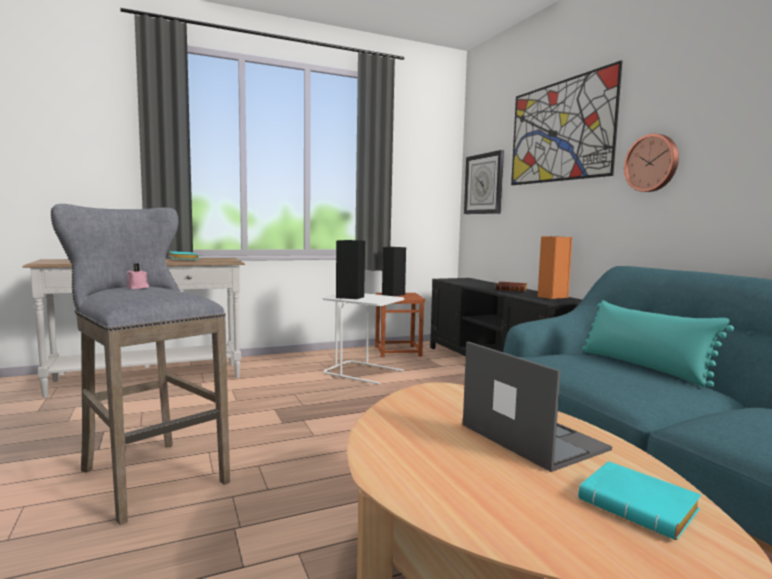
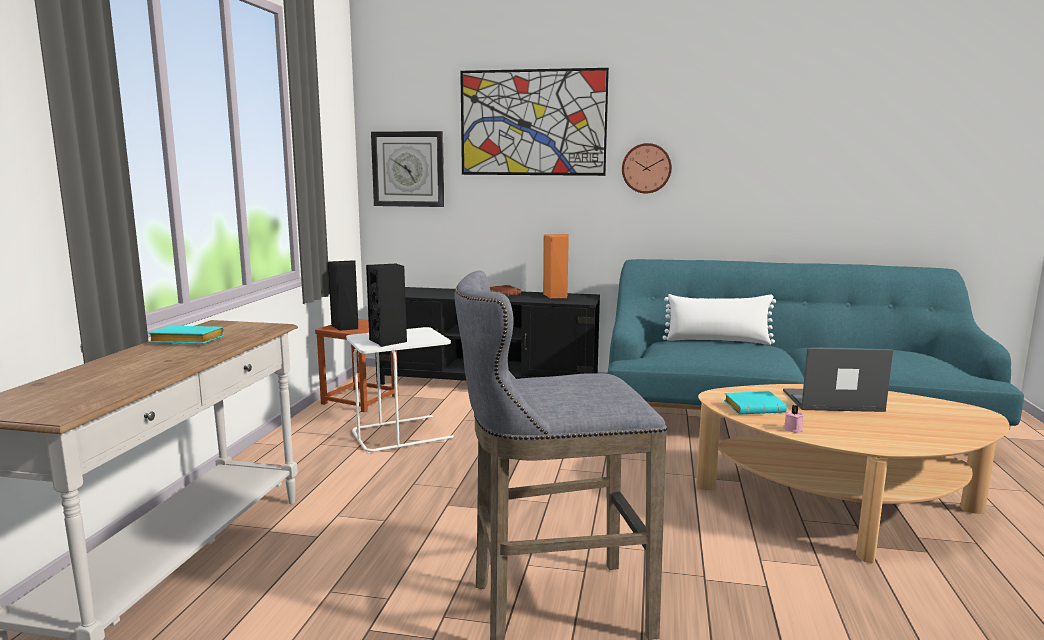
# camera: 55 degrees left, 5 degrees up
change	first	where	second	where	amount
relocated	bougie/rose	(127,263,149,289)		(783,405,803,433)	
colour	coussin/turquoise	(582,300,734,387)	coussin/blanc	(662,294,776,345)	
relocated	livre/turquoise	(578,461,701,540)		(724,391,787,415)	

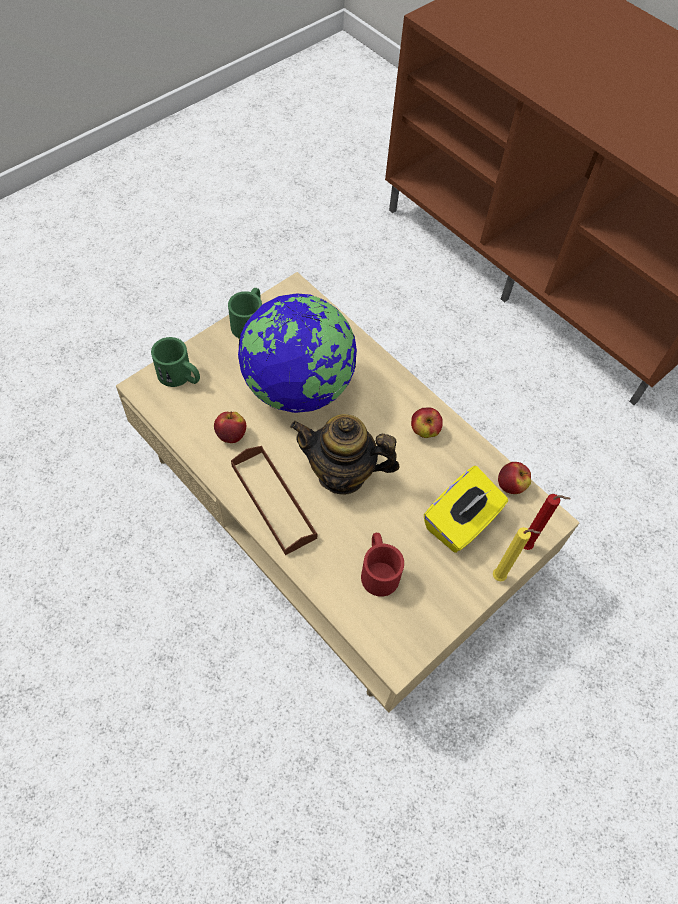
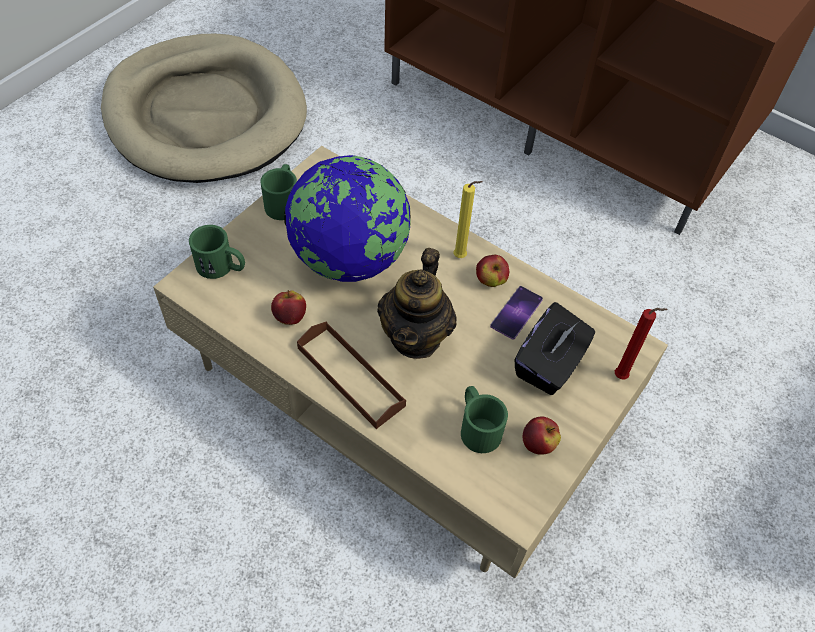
# camera: 10 degrees left, 5 degrees down
change	first	where	second	where	amount
spun	théière	(290,414,400,495)		(377,248,457,359)	75 degrees counterclockwise
relocated	pomme	(498,462,531,494)		(523,417,561,455)	
colour	boîte à mouchoirs/jaune	(424,466,508,553)	boîte à mouchoirs/noir	(515,302,595,395)	
relocated	bougie/jaune	(493,527,541,582)		(454,181,483,258)	
colour	mug/rouge	(361,533,404,597)	mug/vert	(461,386,508,453)	
appeared			panier pour chien/beige	(101,34,307,183)	
appeared			téléphone	(490,286,543,340)	

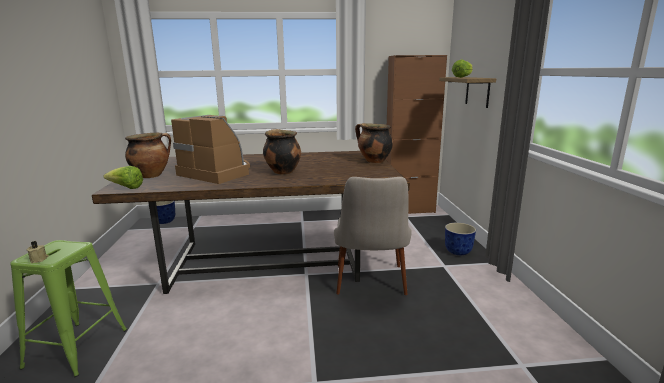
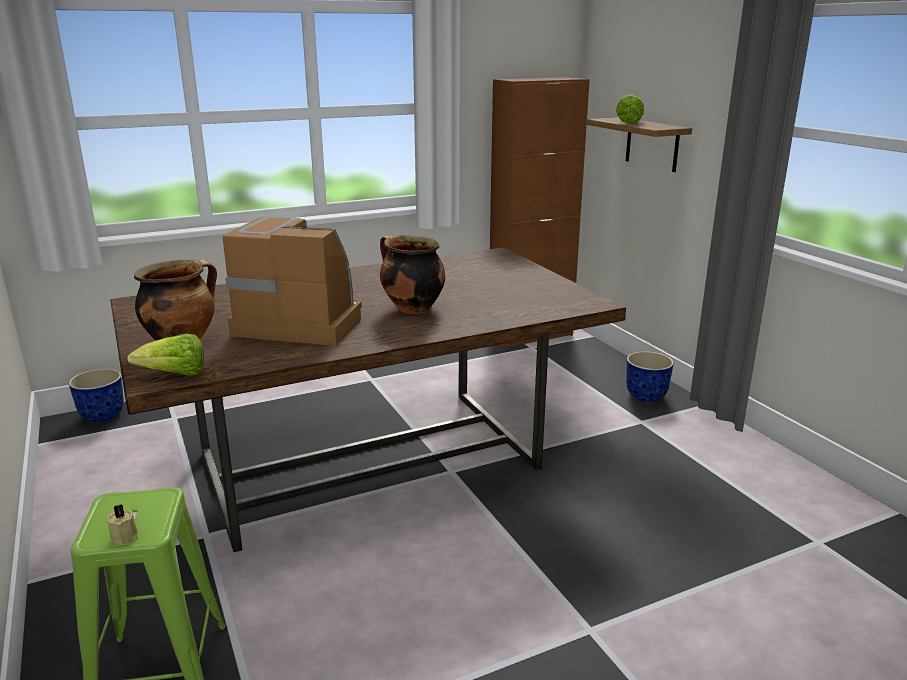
# camera: 20 degrees left, 5 degrees up
change	first	where	second	where	amount
missing	marmite	(355,123,393,163)			
missing	chaise/beige	(334,177,412,295)			

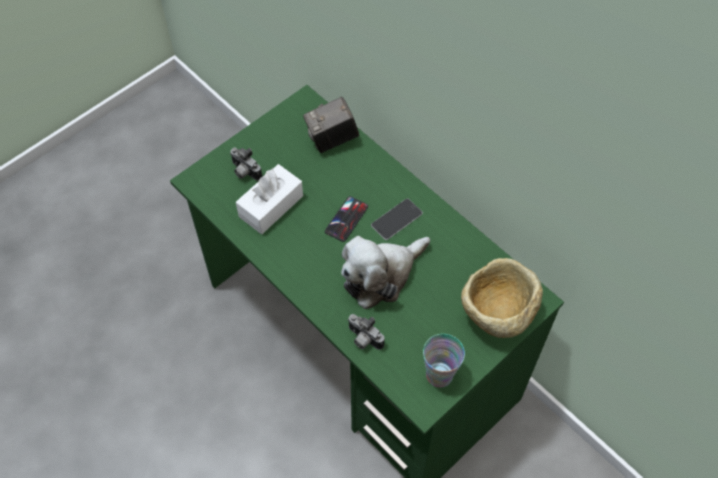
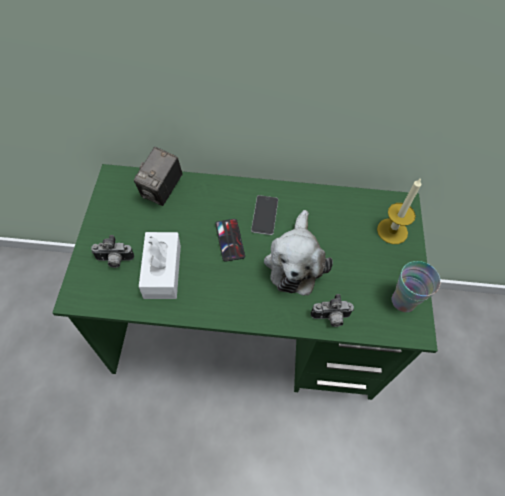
# camera: 45 degrees left, 0 degrees up
change	first	where	second	where	amount
exchanged	bol/beige	(461,258,543,338)	bougie	(377,178,421,244)	

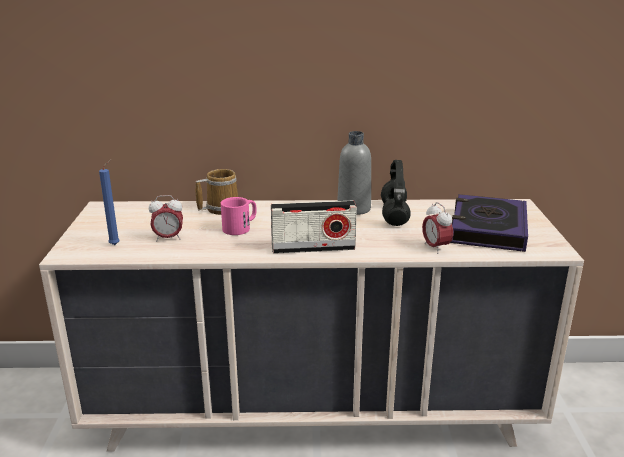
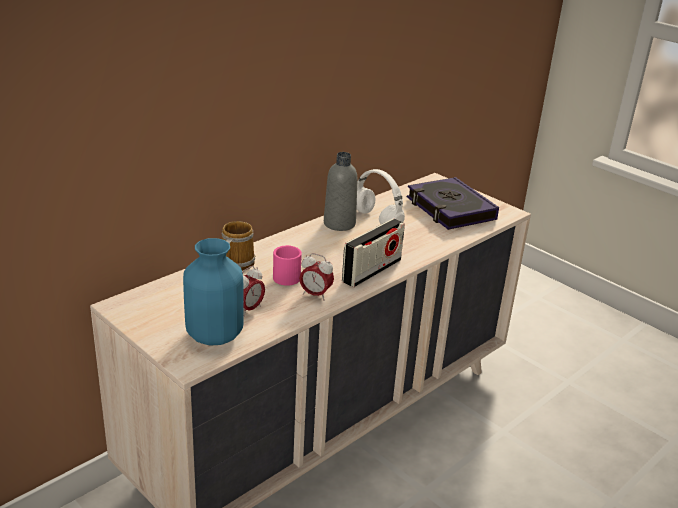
# camera: 45 degrees left, 5 degrees up
change	first	where	second	where	amount
exchanged	bougie/bleu	(99,159,120,245)	vase/bleu	(183,238,244,345)	
colour	casque audio/noir	(381,160,411,226)	casque audio/blanc	(357,169,405,224)	
relocated	réveil	(422,202,453,254)		(299,253,334,301)	

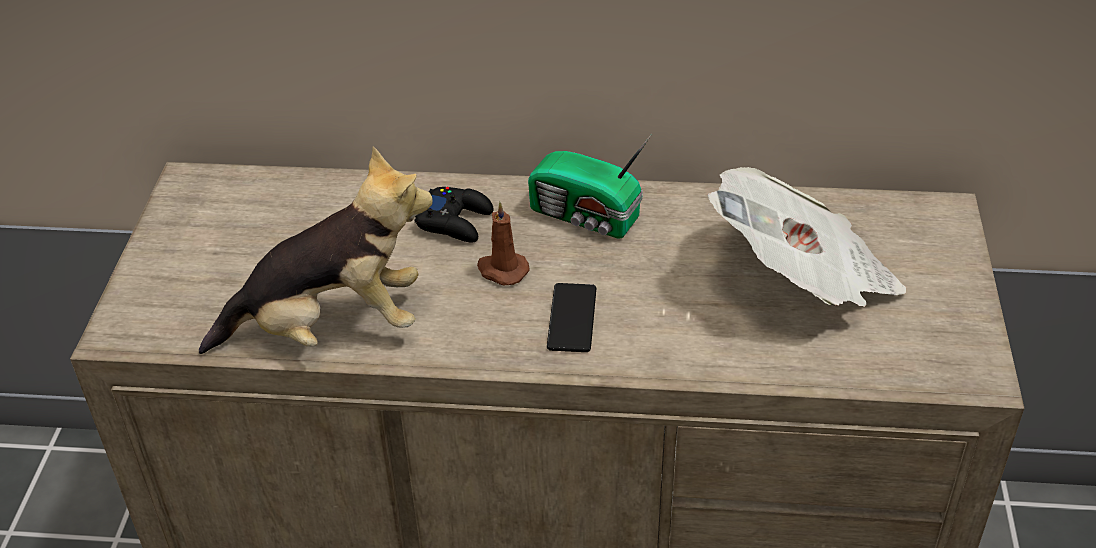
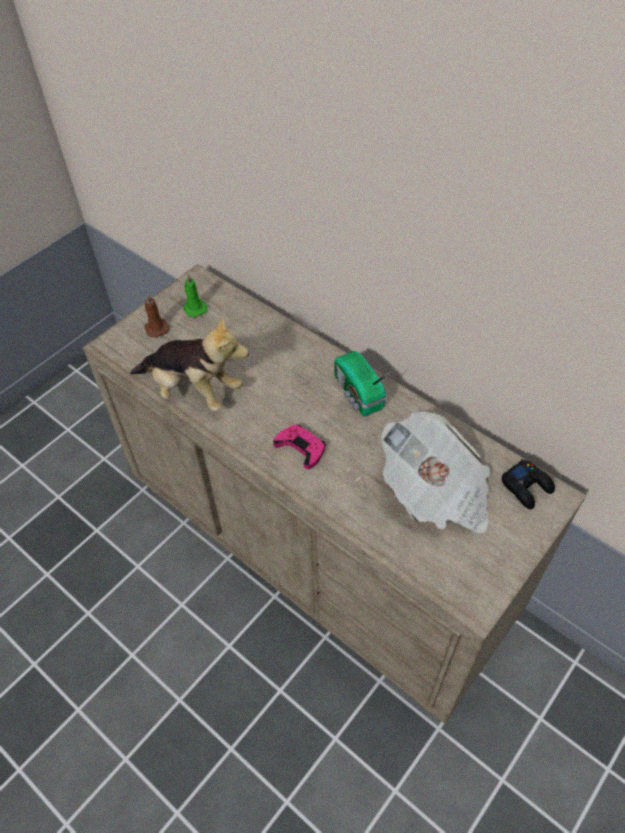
# camera: 35 degrees right, 10 degrees up
change	first	where	second	where	amount
relocated	manette/noir	(415,187,493,243)		(502,459,555,509)	
relocated	bougie/marron	(477,202,529,285)		(145,295,170,337)	
exchanged	téléphone	(547,283,596,352)	manette/rose	(273,424,326,469)	
appeared			bougie/vert	(183,274,208,317)	

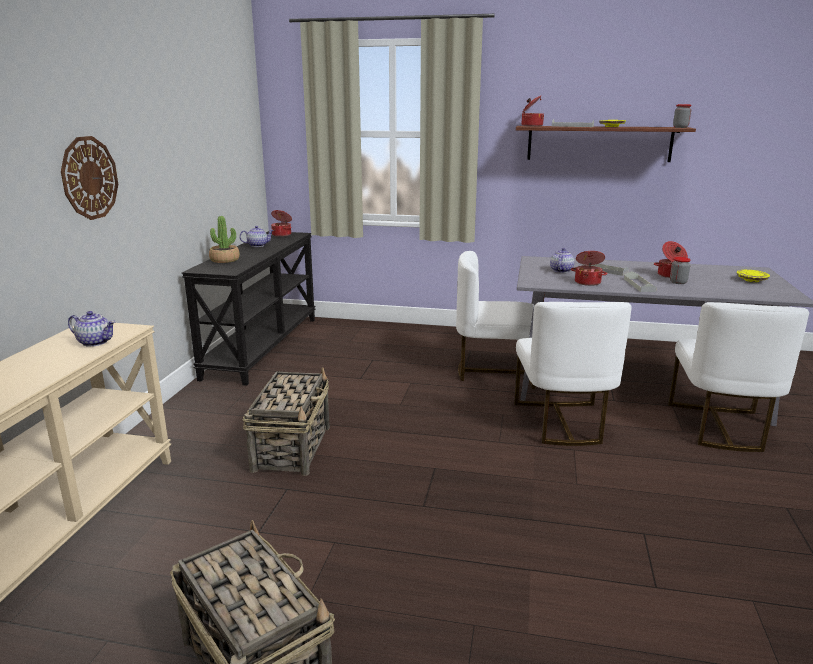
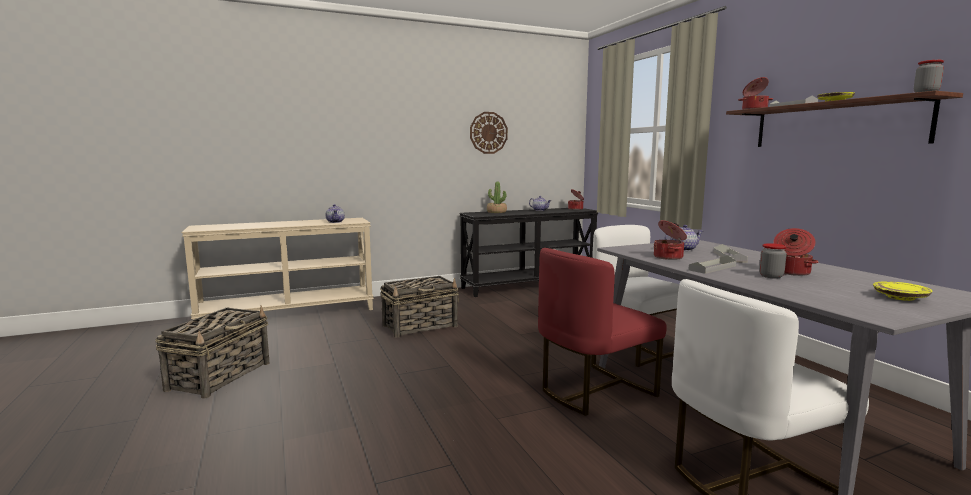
# camera: 55 degrees right, 10 degrees down
change	first	where	second	where	amount
relocated	horloge murale	(61,136,118,220)		(470,112,508,154)	
colour	chaise/blanc	(514,302,632,446)	chaise/rouge	(538,248,667,416)	

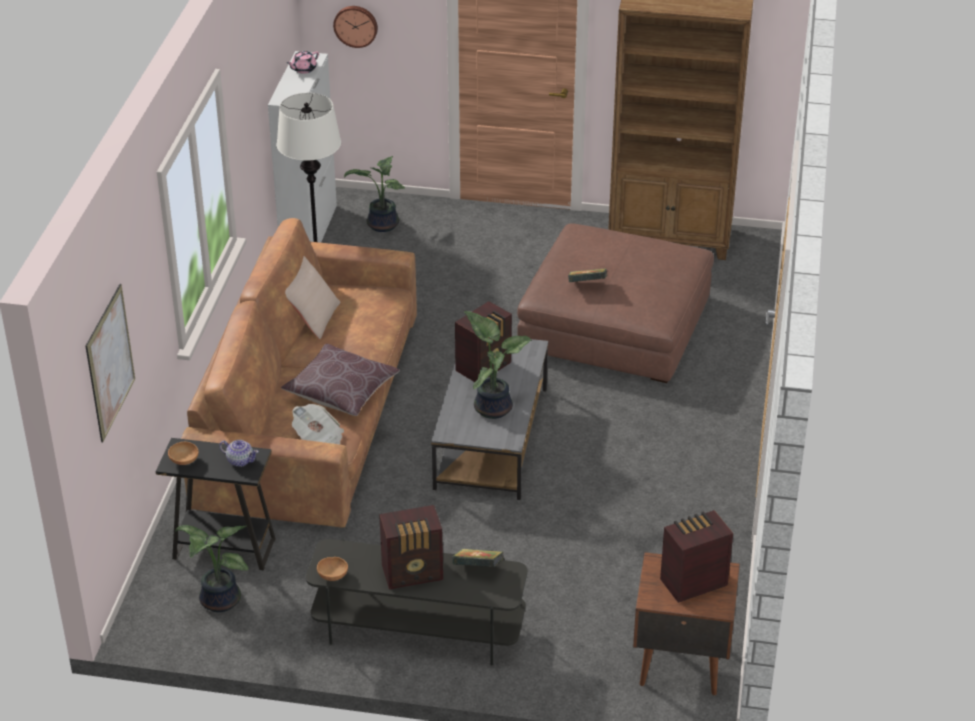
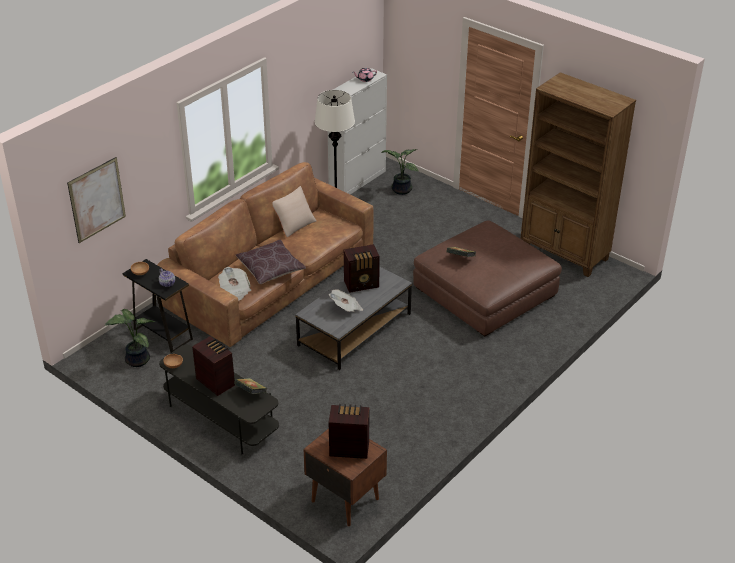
# camera: 30 degrees right, 0 degrees up
change	first	where	second	where	amount
missing	horloge murale	(333,6,378,48)			
exchanged	plante en pot	(464,311,532,419)	journal	(329,289,363,312)	
spun	radio	(379,505,443,589)		(192,336,235,396)	150 degrees counterclockwise

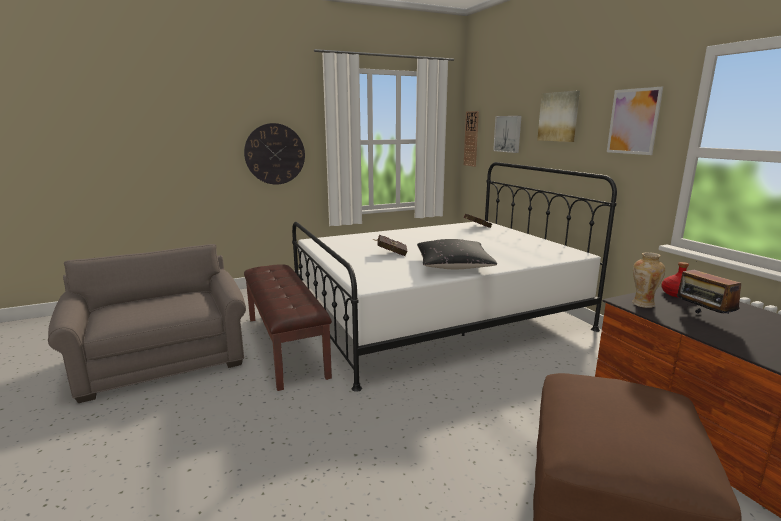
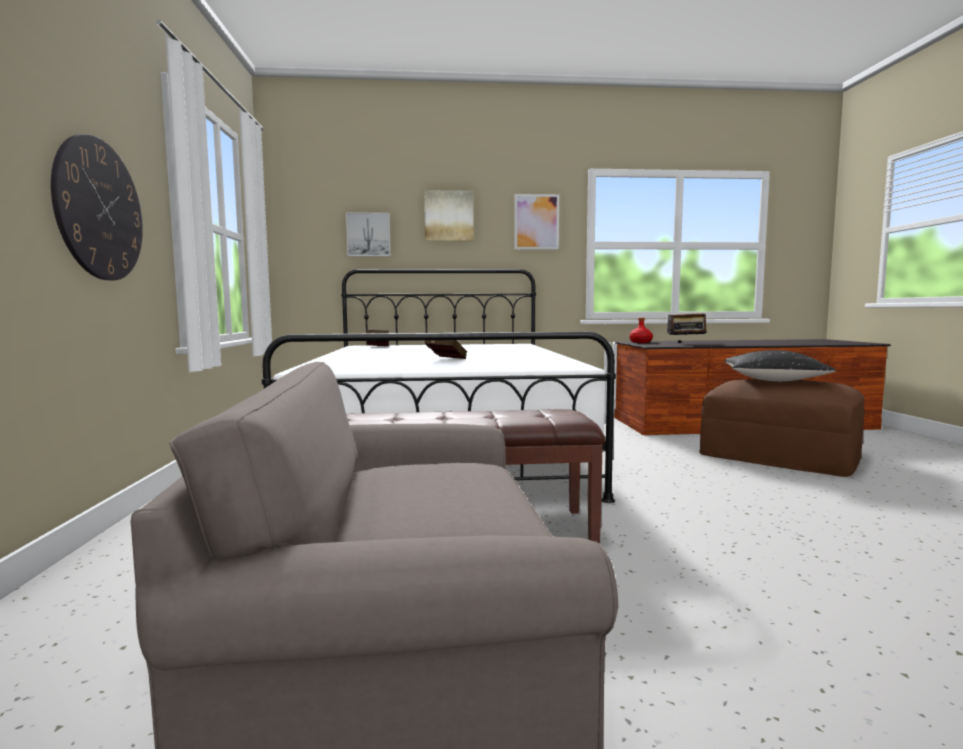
# camera: 70 degrees left, 10 degrees down
change	first	where	second	where	amount
missing	horloge murale	(464,111,479,167)			
relocated	coussin/noir	(417,239,497,269)		(724,350,836,381)	
missing	vase	(632,252,665,308)			

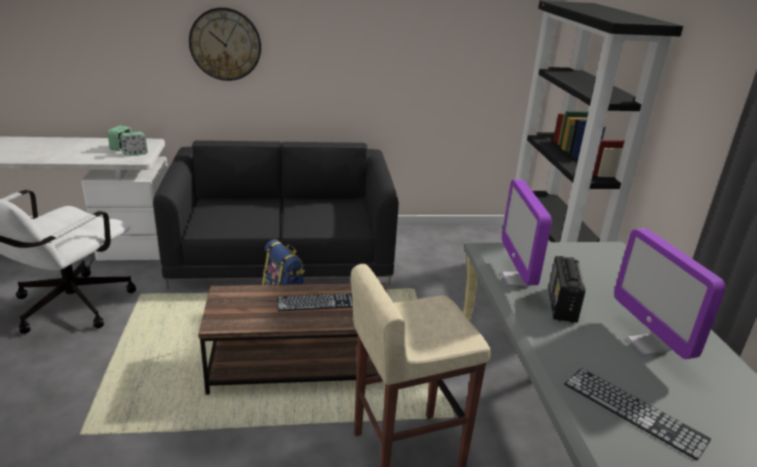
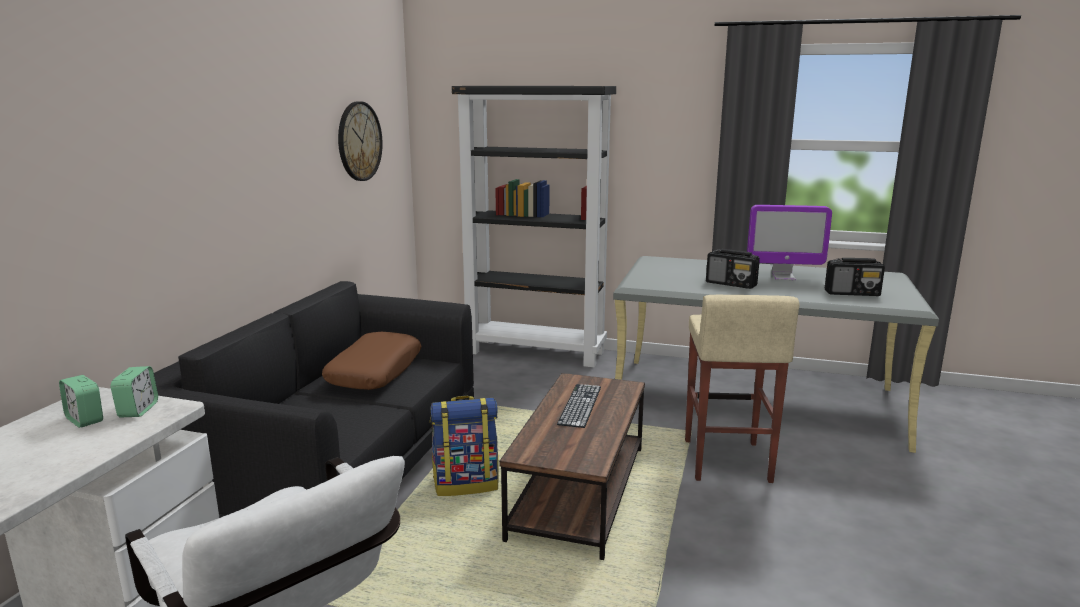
# camera: 65 degrees left, 10 degrees down
change	first	where	second	where	amount
relocated	horloge murale	(189,7,261,81)		(338,101,382,181)	
missing	écran d'ordinateur	(502,179,552,286)			
exchanged	clavier	(564,368,711,460)	radio	(825,258,885,296)	
appeared			coussin/marron	(322,332,421,390)	

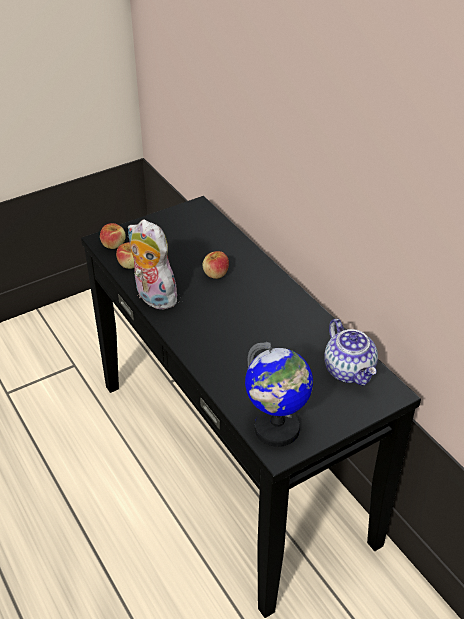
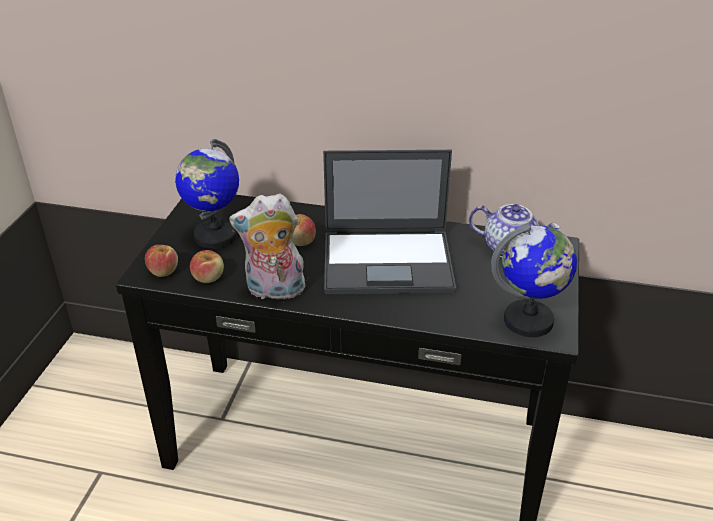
# camera: 45 degrees left, 5 degrees down
change	first	where	second	where	amount
appeared			globe	(175,139,239,249)	
appeared			ordinateur portable	(323,150,456,294)	

